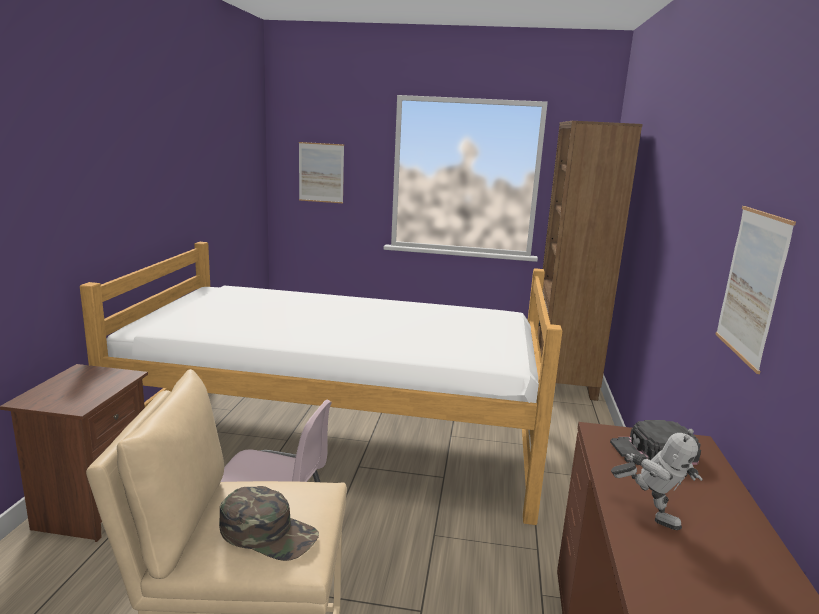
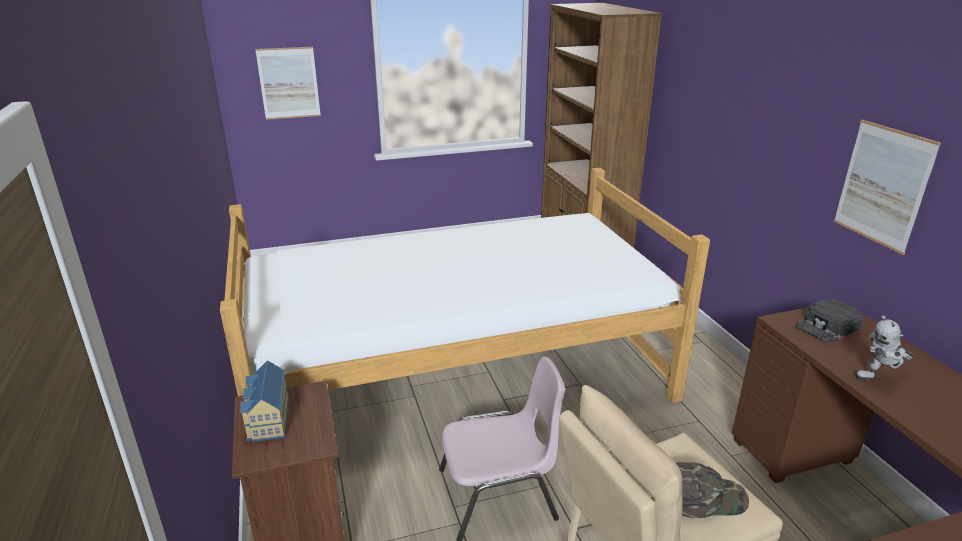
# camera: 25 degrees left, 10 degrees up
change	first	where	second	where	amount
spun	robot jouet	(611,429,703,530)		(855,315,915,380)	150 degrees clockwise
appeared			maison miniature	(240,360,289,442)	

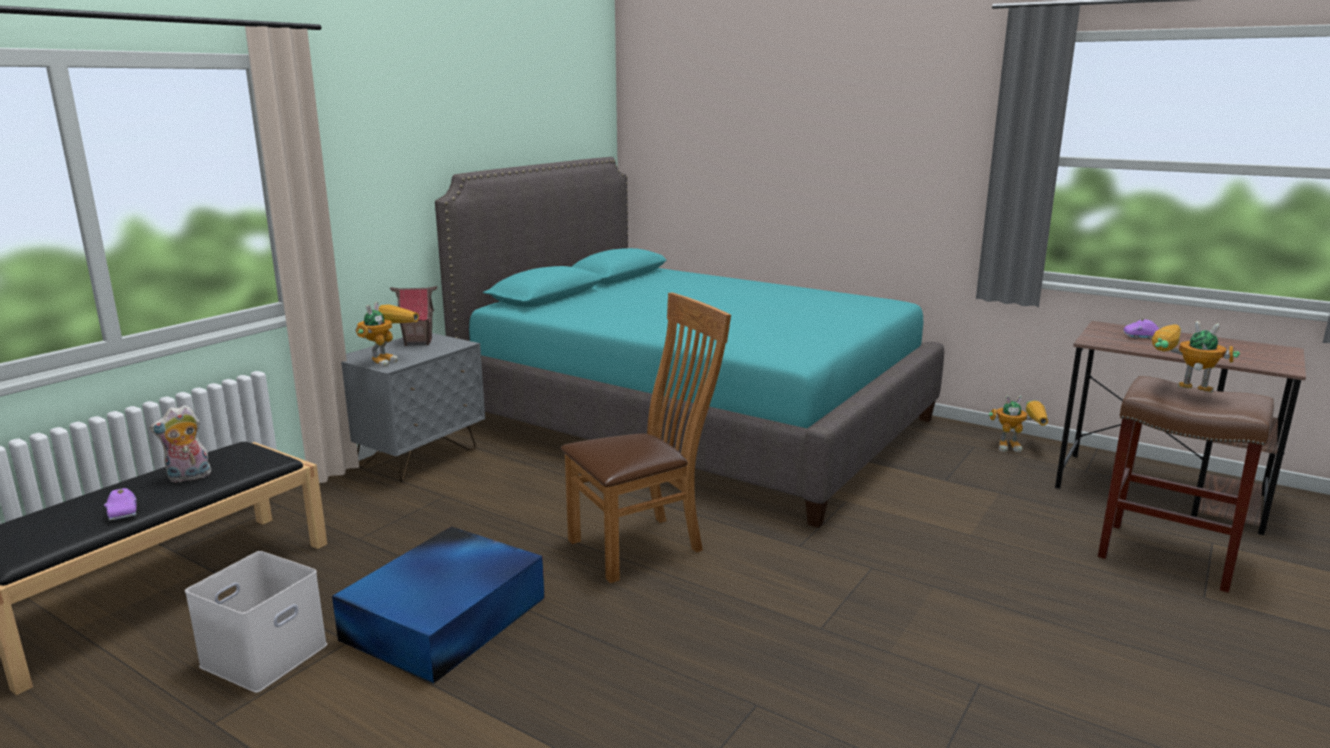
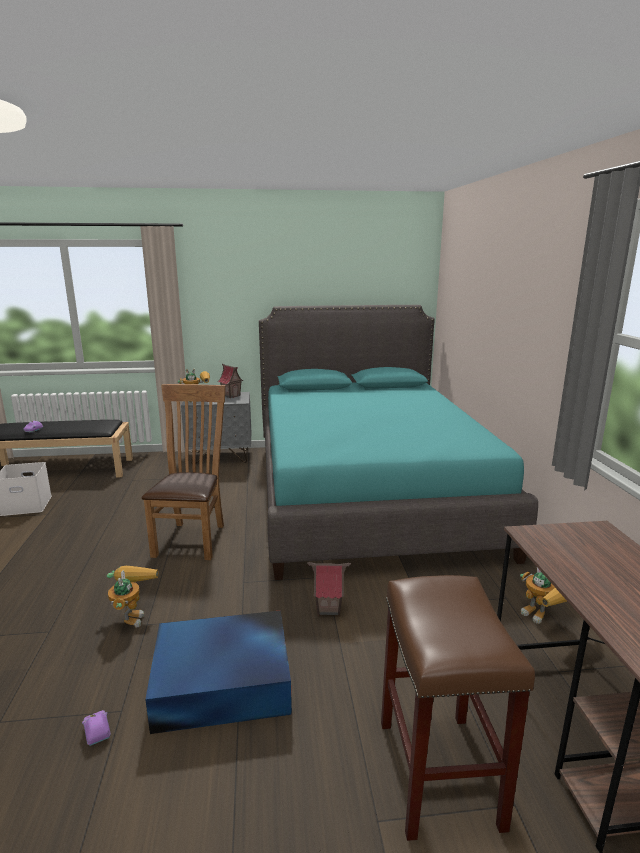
# camera: 50 degrees right, 0 degrees up
change	first	where	second	where	amount
spun	chaise/marron	(561,292,731,583)		(142,384,226,560)	105 degrees counterclockwise
relocated	petite voiture/violet	(1124,318,1159,339)		(82,710,111,746)	
relocated	robot jouet	(1152,321,1240,393)		(107,566,159,628)	
missing	peluche	(150,405,211,482)			
relocated	boîte de rangement/bleu	(332,526,545,683)		(145,610,292,734)	
appeared			maison miniature	(307,562,351,616)	

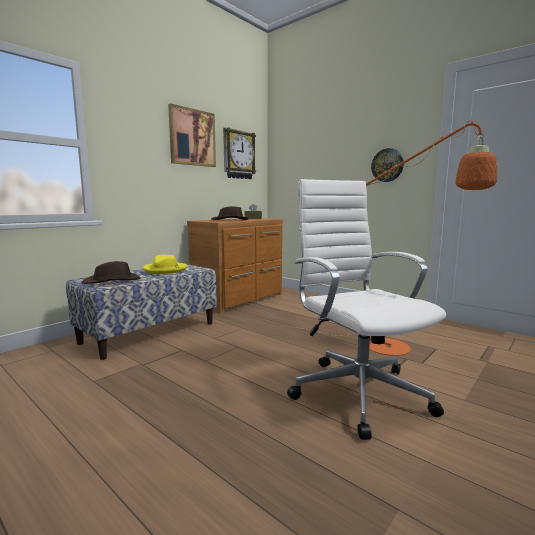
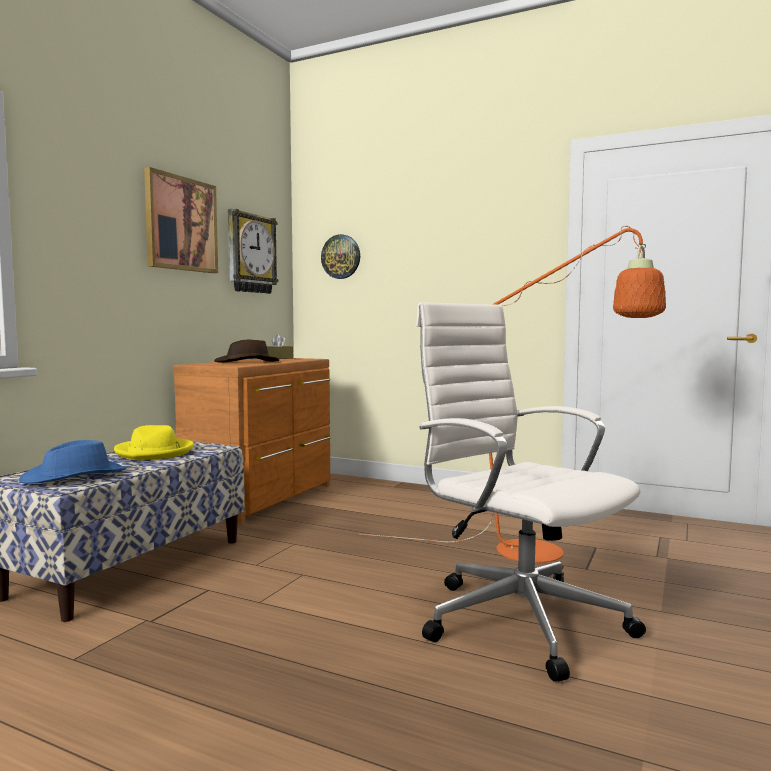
# camera: 15 degrees left, 5 degrees down
change	first	where	second	where	amount
relocated	horloge murale	(371,148,404,182)		(321,234,360,279)	
colour	chapeau/marron	(82,261,140,284)	chapeau/bleu	(19,440,126,484)	

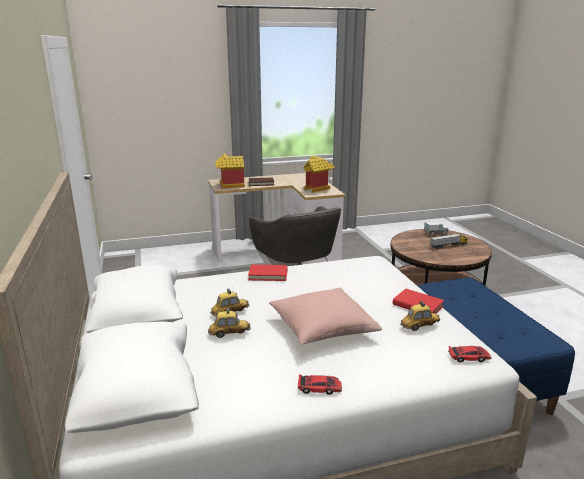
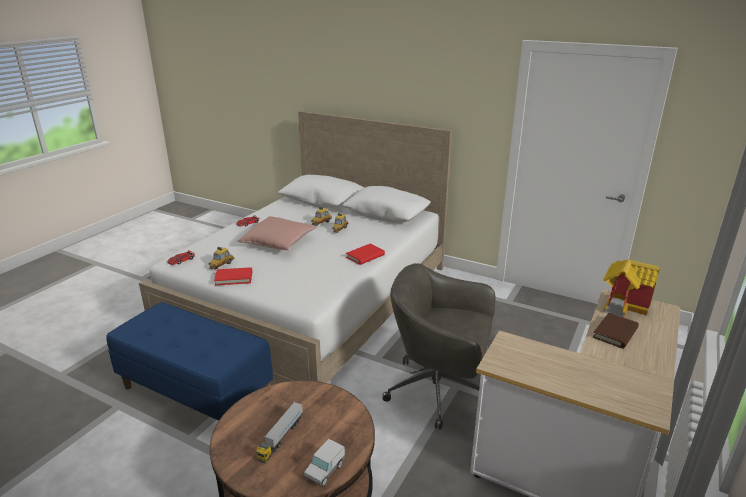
# camera: 135 degrees right, 5 degrees up
change	first	where	second	where	amount
missing	maison miniature	(303,155,335,193)			

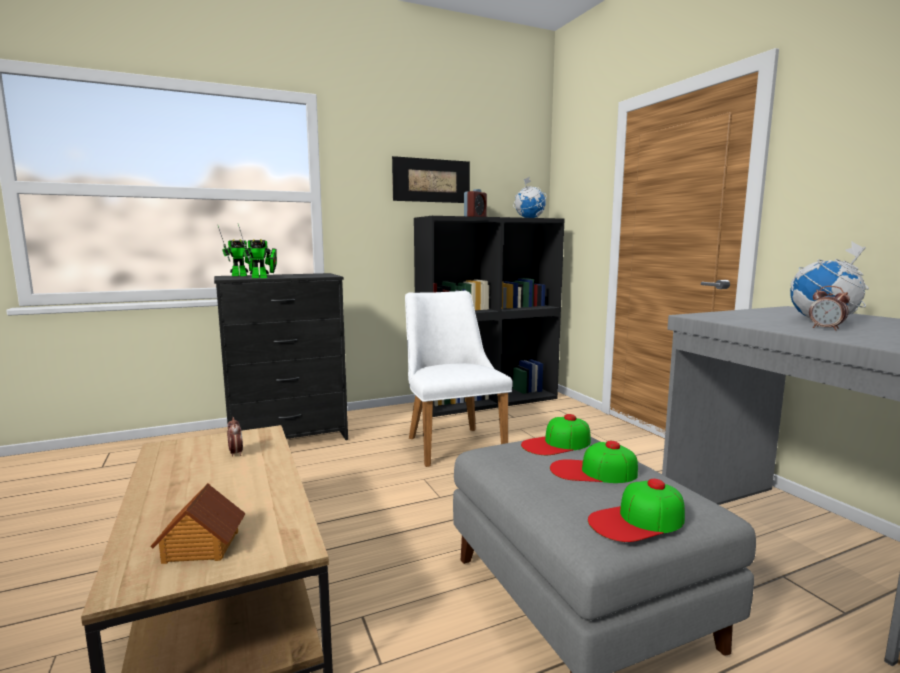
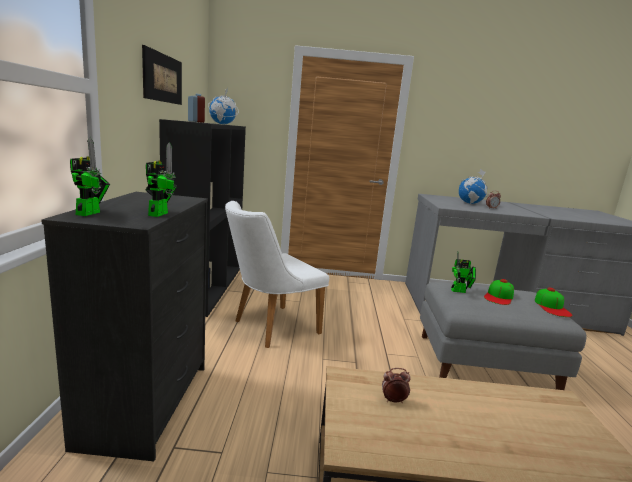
# camera: 65 degrees left, 5 degrees up
change	first	where	second	where	amount
spun	chaise/blanc	(405,291,513,467)		(225,201,329,348)	45 degrees counterclockwise
exchanged	casquette	(521,414,591,455)	robot jouet	(451,251,476,293)	
missing	maison miniature	(150,483,246,564)			

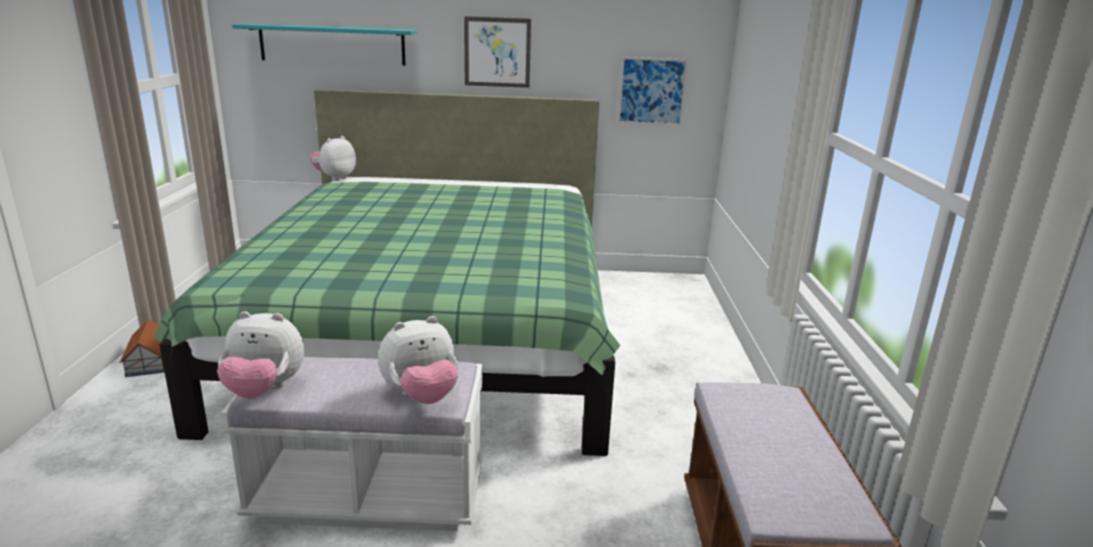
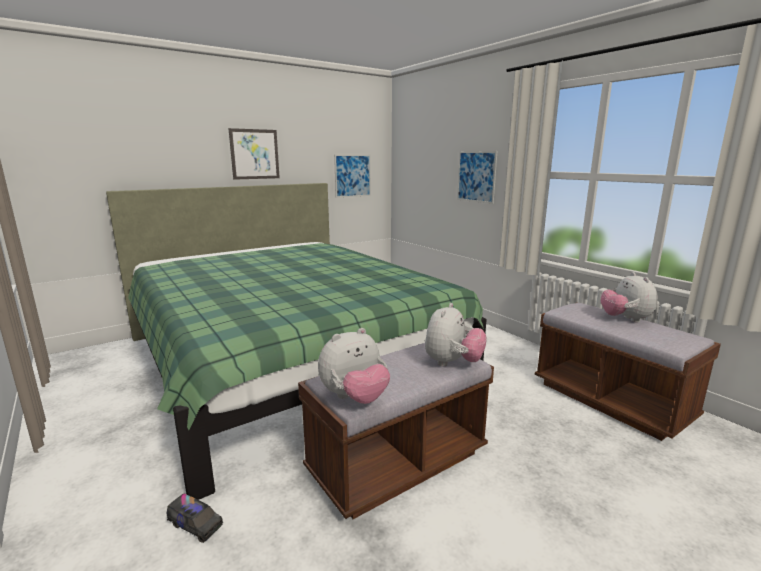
# camera: 35 degrees left, 5 degrees down
change	first	where	second	where	amount
missing	étagère/turquoise	(232,23,417,66)			
relocated	peluche	(310,136,356,181)		(601,272,658,323)	
missing	maison miniature	(120,319,165,377)			
colour	banc/blanc	(221,357,483,531)	banc/marron	(298,343,494,519)	
appeared			tableau	(457,151,497,204)	
appeared			camion jouet	(166,494,223,543)	

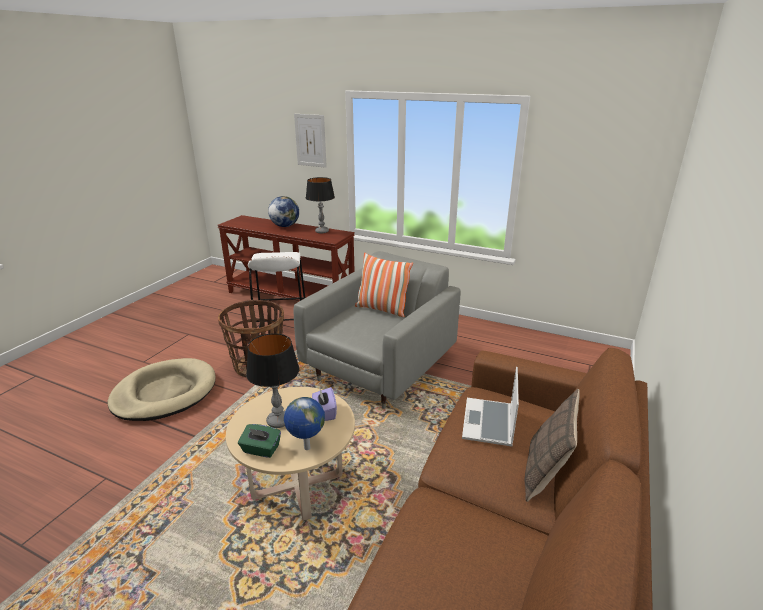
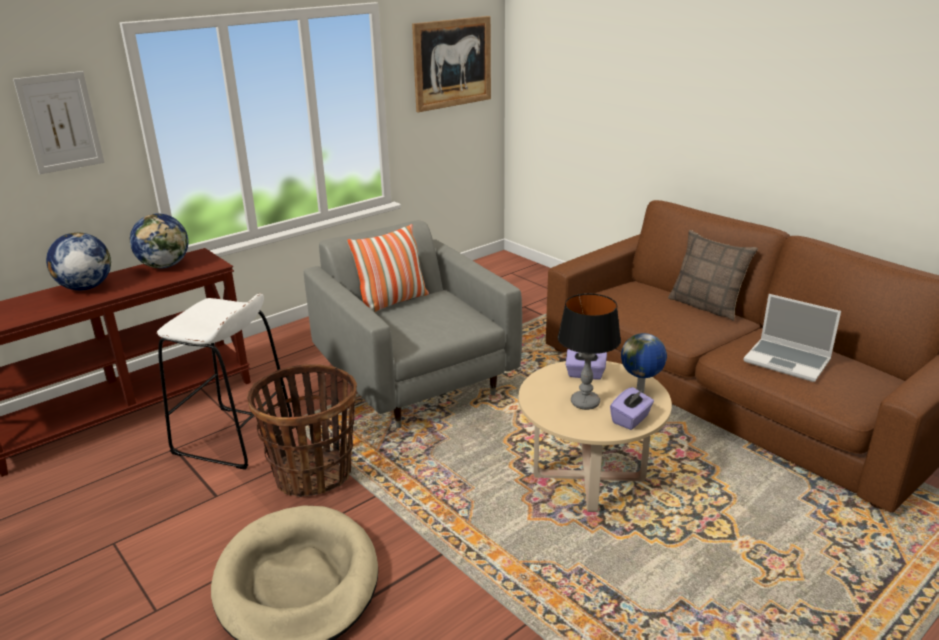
# camera: 65 degrees left, 0 degrees up
change	first	where	second	where	amount
exchanged	lampe de table	(306,177,335,233)	globe	(129,213,188,269)	
relocated	ordinateur portable	(462,367,519,446)		(743,294,841,382)	
colour	boîte à mouchoirs/vert	(238,424,281,458)	boîte à mouchoirs/violet	(610,387,654,430)	
appeared			tableau	(412,16,491,112)	

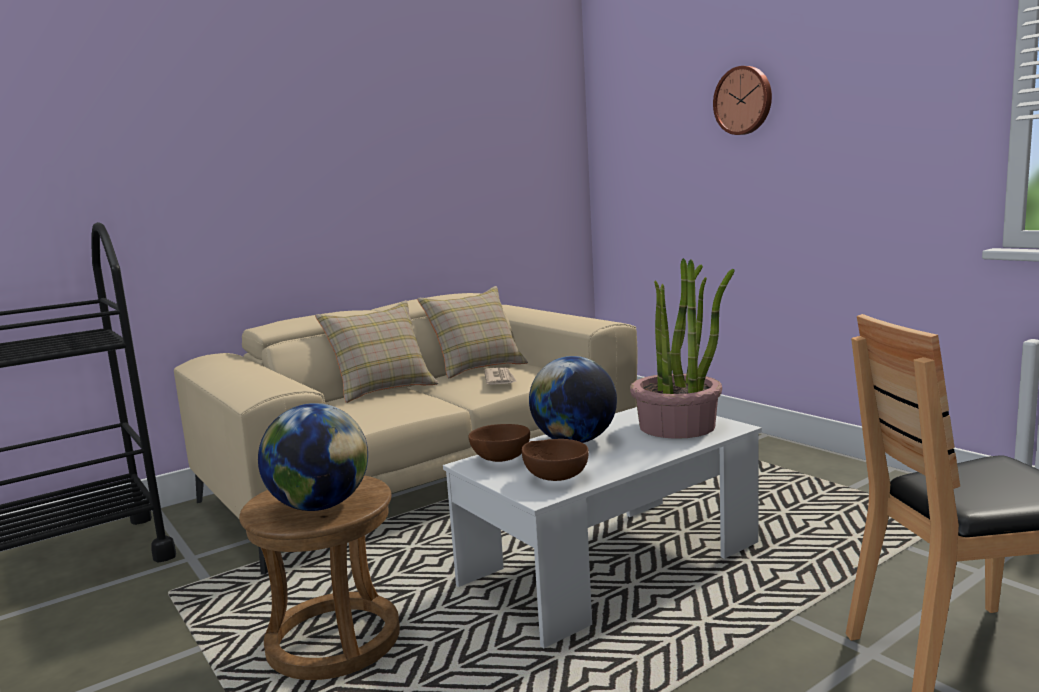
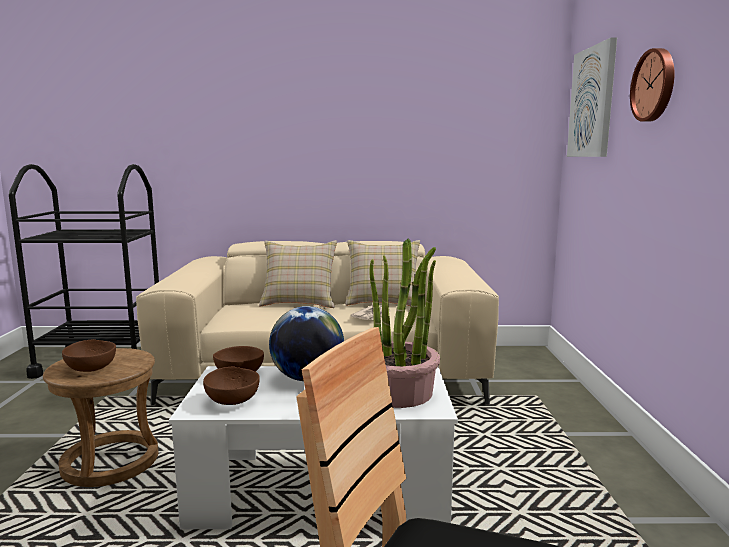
# camera: 35 degrees right, 0 degrees up
change	first	where	second	where	amount
exchanged	globe	(258,403,368,511)	bol/marron	(62,339,116,372)	
appeared			tableau	(567,38,617,157)	

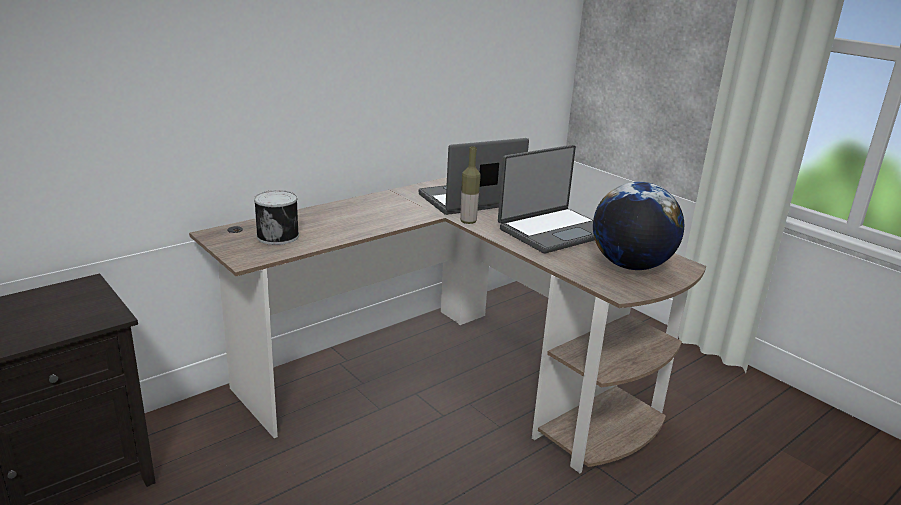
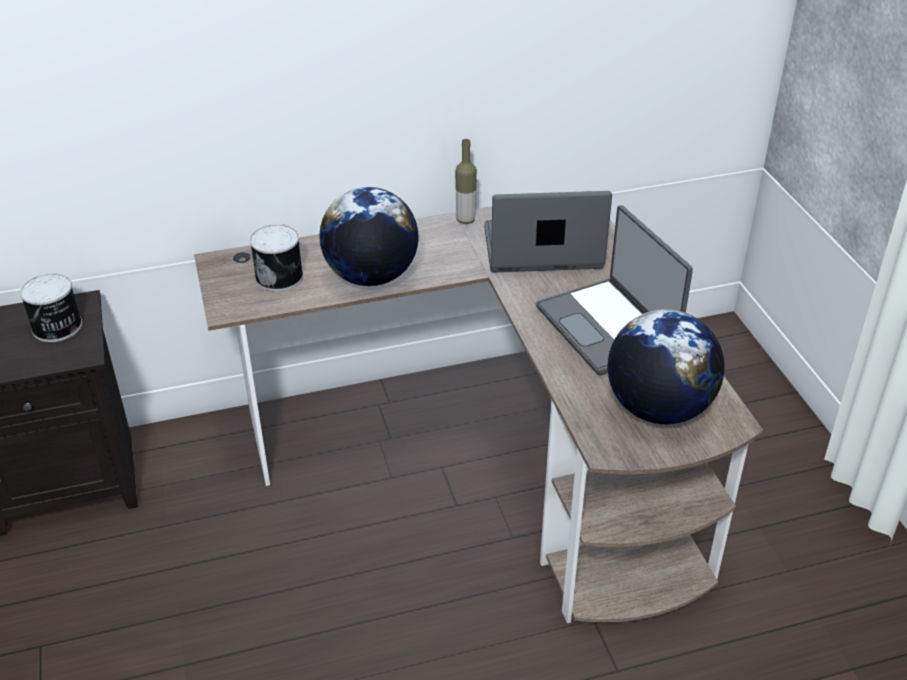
# camera: 25 degrees right, 15 degrees up
change	first	where	second	where	amount
spun	ordinateur portable	(498,145,595,253)		(536,205,693,376)	75 degrees clockwise
relocated	bouteille	(460,146,481,224)		(455,139,477,224)	
appeared			globe	(319,187,418,286)	
appeared			boîte métallique	(20,273,82,342)	

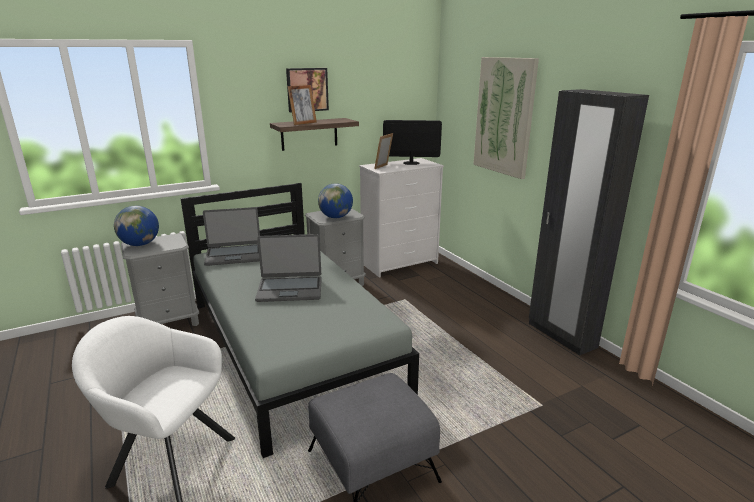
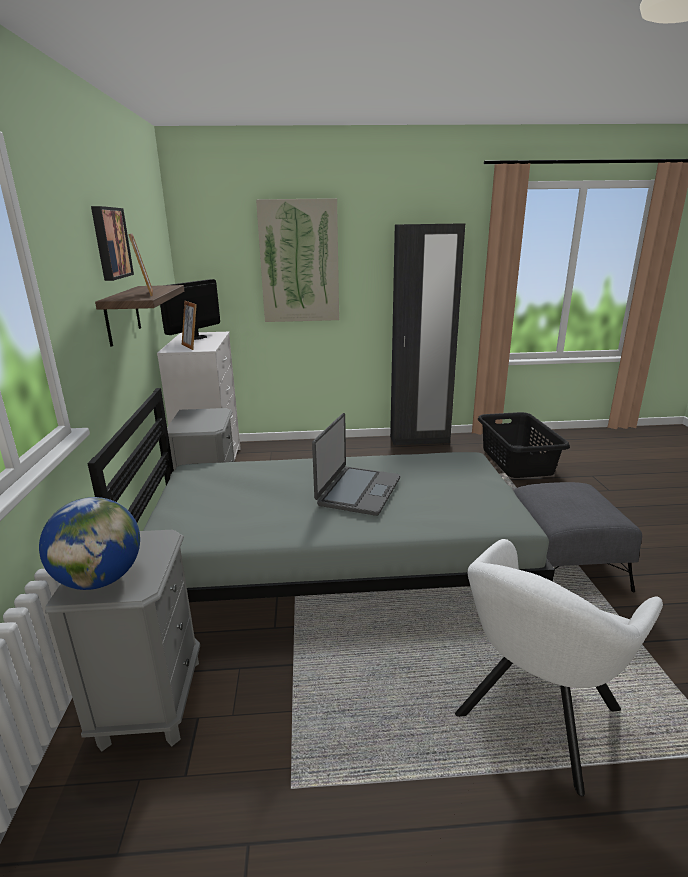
# camera: 65 degrees left, 0 degrees up
change	first	where	second	where	amount
missing	globe	(318,183,353,218)			
missing	ordinateur portable	(203,207,260,266)			
appeared			panier à linge/noir	(478,412,570,478)	

